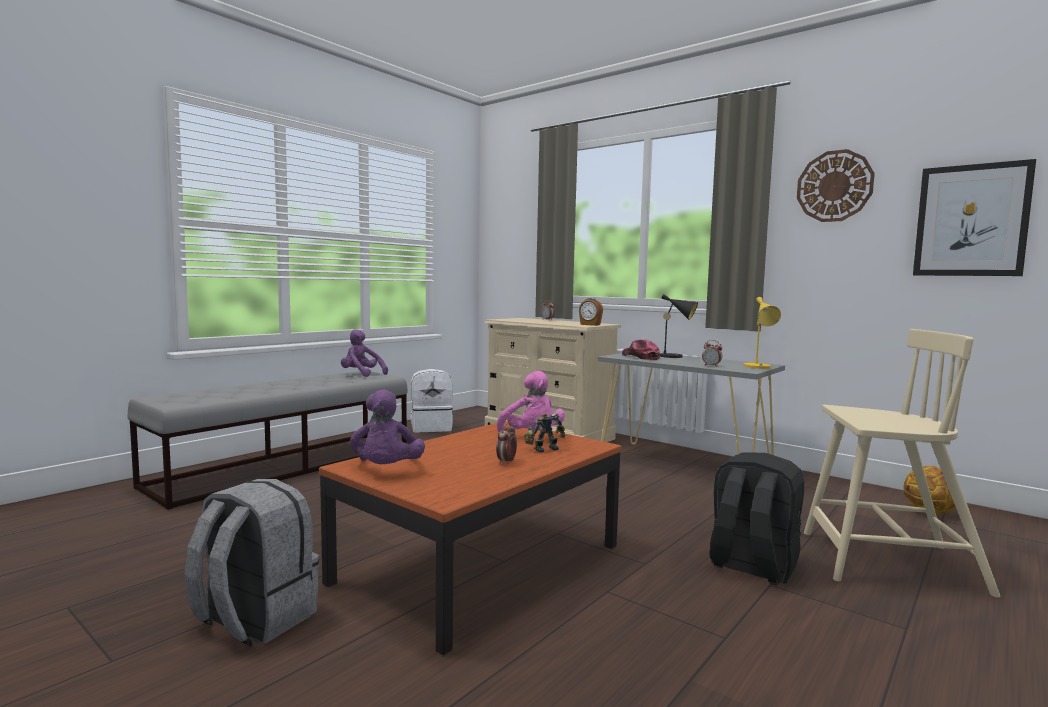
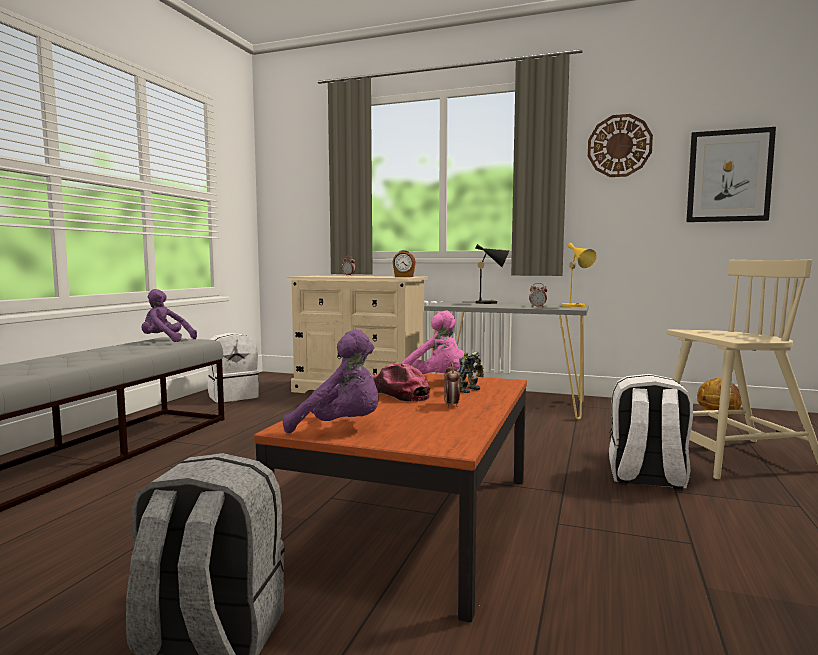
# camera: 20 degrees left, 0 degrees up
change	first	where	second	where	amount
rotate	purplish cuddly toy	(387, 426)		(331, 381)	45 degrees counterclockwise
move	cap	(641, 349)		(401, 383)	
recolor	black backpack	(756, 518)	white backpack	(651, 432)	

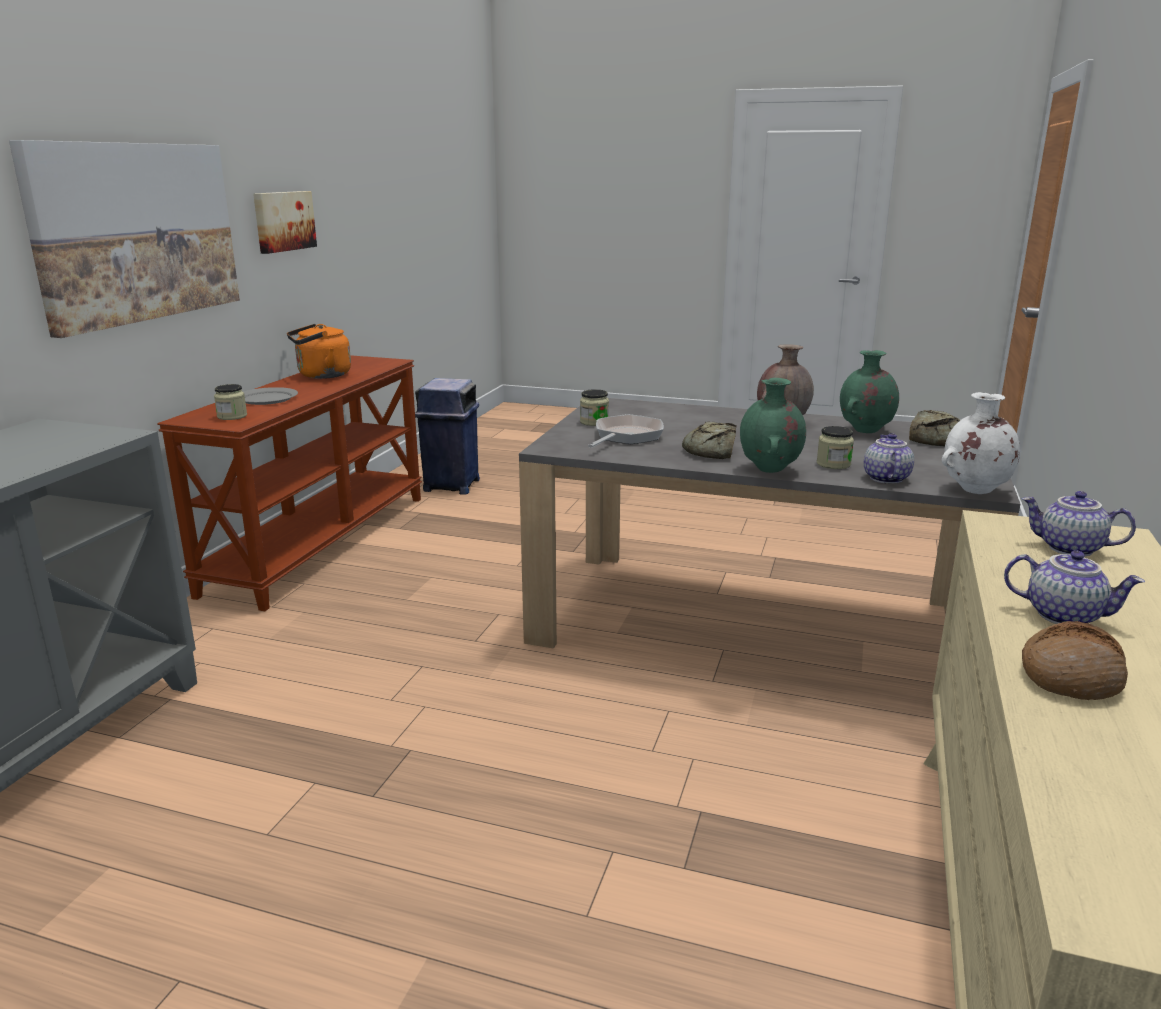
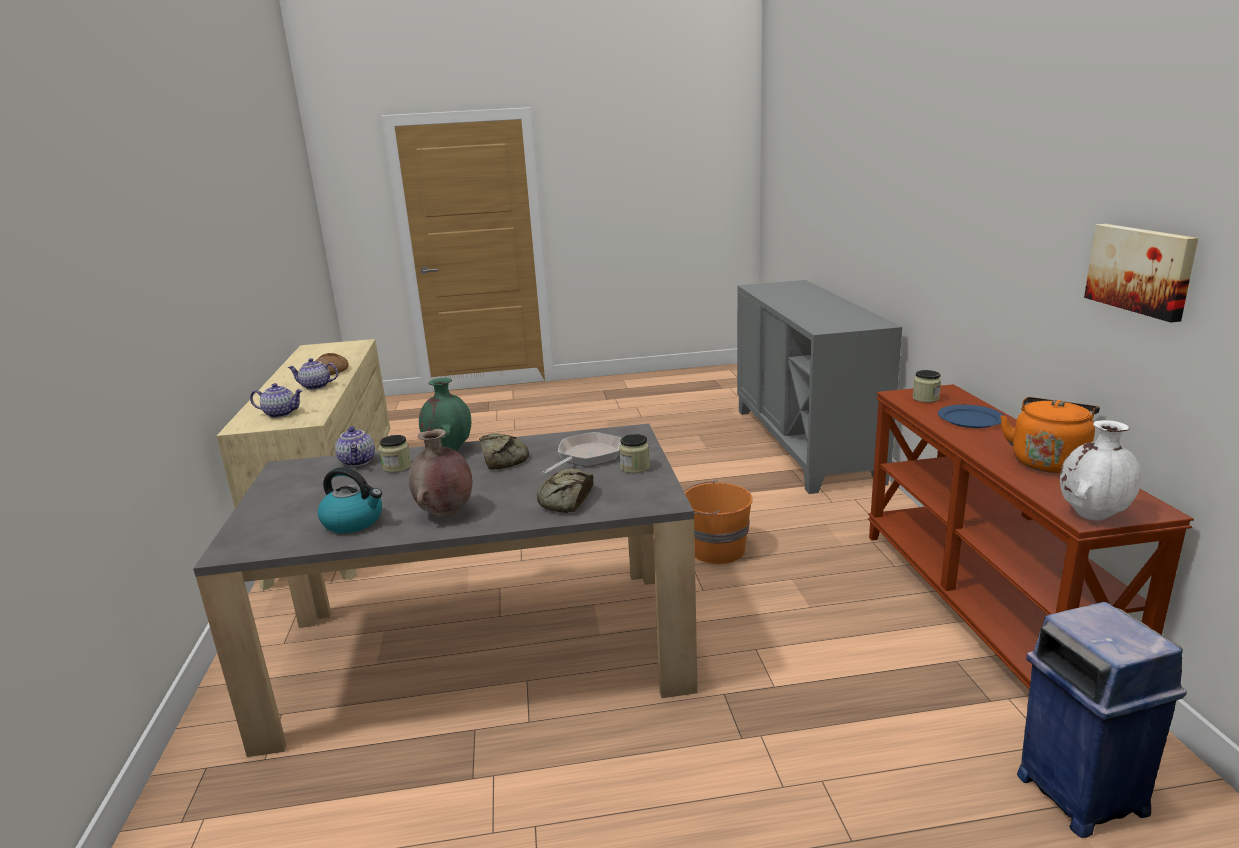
# camera: 155 degrees right, 0 degrees up
change	first	where	second	where	amount
replace	green-coloured flower vase	(869, 391)	kettle	(350, 500)	
move	baked bread	(934, 428)		(565, 490)	
rotate	pan	(626, 431)		(581, 453)	150 degrees counterclockwise
insert			orangey water bucket	(718, 522)	
recolor	greyish plate	(270, 396)	blue-coloured plate	(971, 416)	
move	white flower vase	(981, 443)		(1101, 470)	
delete	wall picture	(124, 239)			

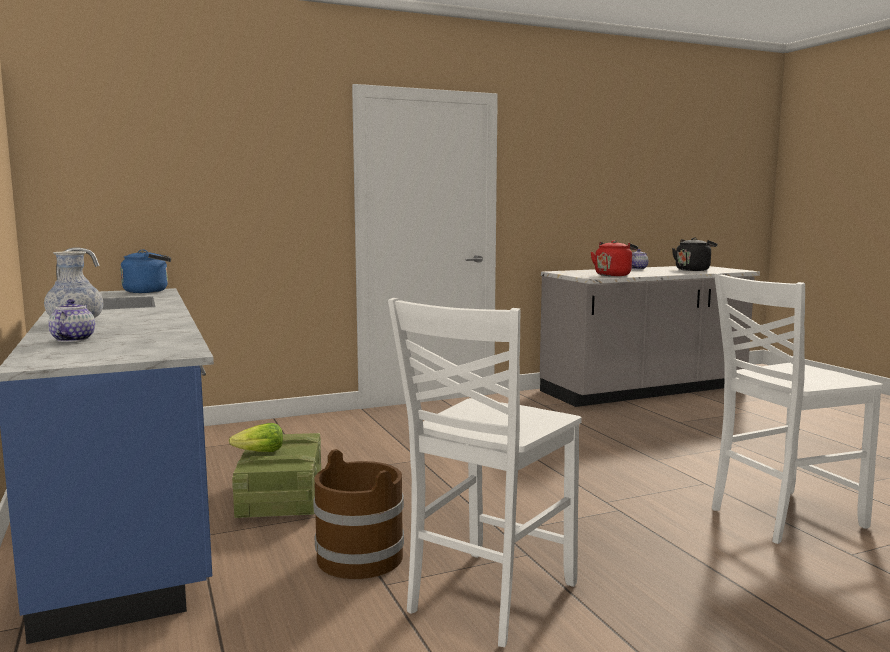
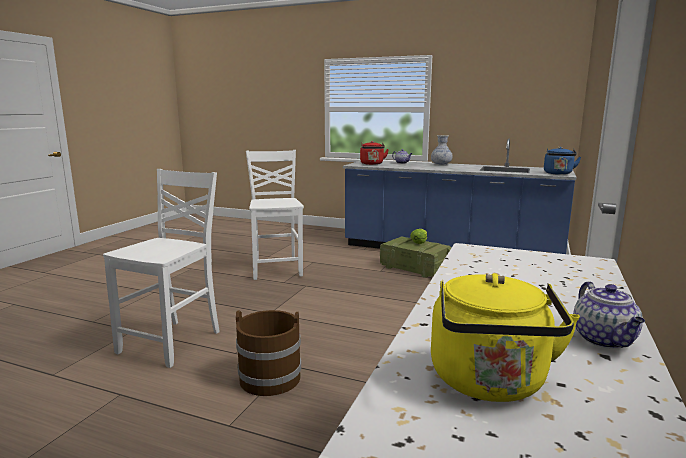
# camera: 135 degrees right, 5 degrees up
change	first	where	second	where	amount
move	brown water bucket	(358, 514)		(268, 353)	
move	red-coloured kettle	(614, 258)		(374, 153)	
recolor	black kettle	(694, 254)	yellow kettle	(505, 337)	

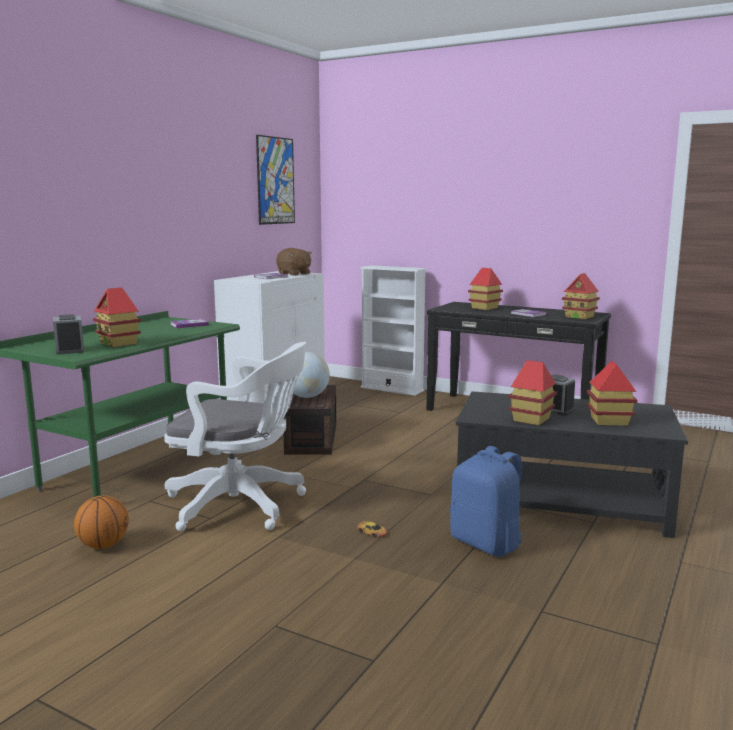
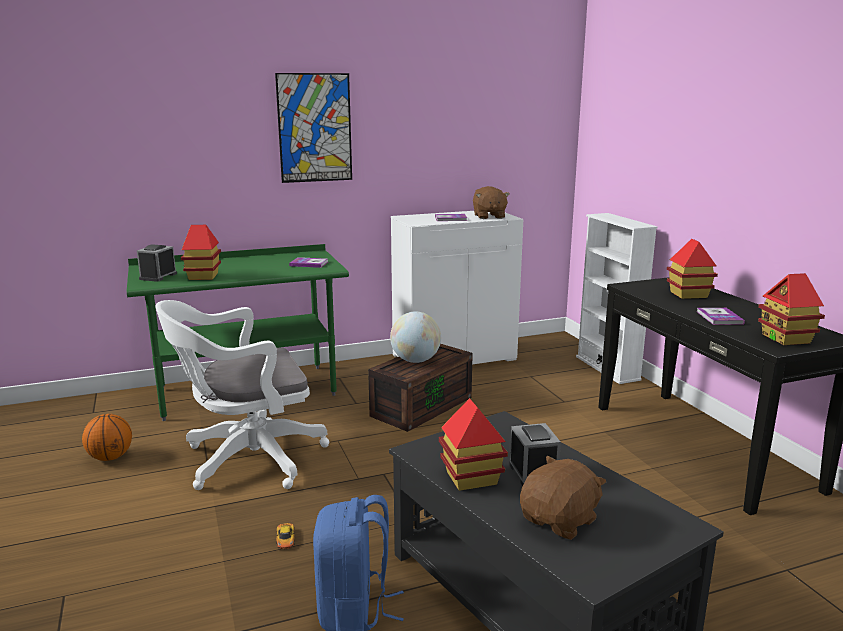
# camera: 40 degrees right, 5 degrees up
change	first	where	second	where	amount
rotate	white office chair	(235, 437)		(242, 395)	105 degrees clockwise
move	wall picture	(275, 180)		(313, 128)	
replace	miniature house	(612, 393)	brown cuddly toy	(563, 497)	

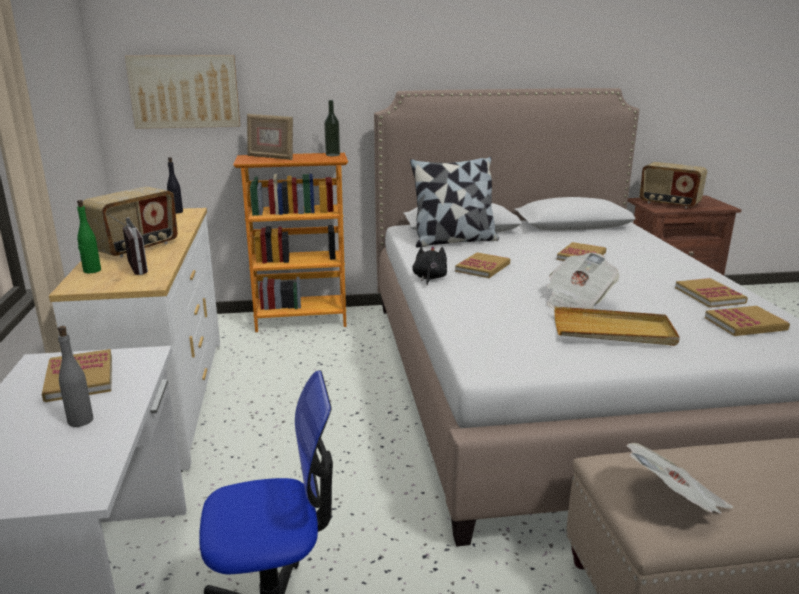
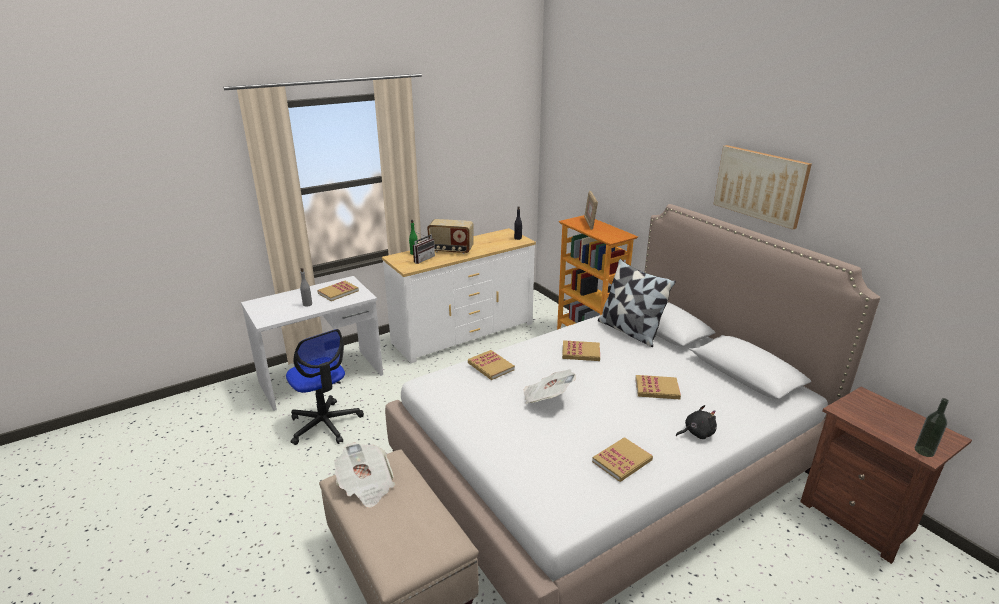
# camera: 65 degrees right, 5 degrees up
change	first	where	second	where	amount
move	bound book	(747, 321)		(491, 365)	
move	black cuddly toy	(429, 265)		(696, 422)	
move	wall picture	(182, 92)		(762, 187)	
move	beverage bottle	(332, 128)		(932, 427)	
delete	beige-coloured tray	(617, 326)			
delete	radio	(673, 185)			

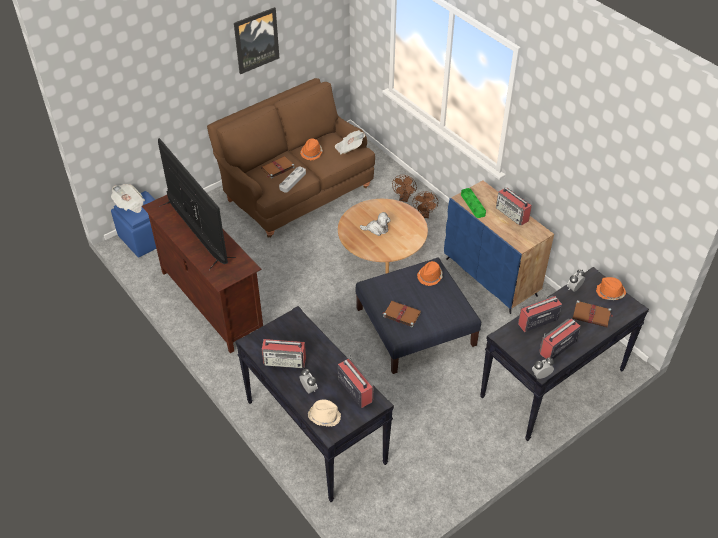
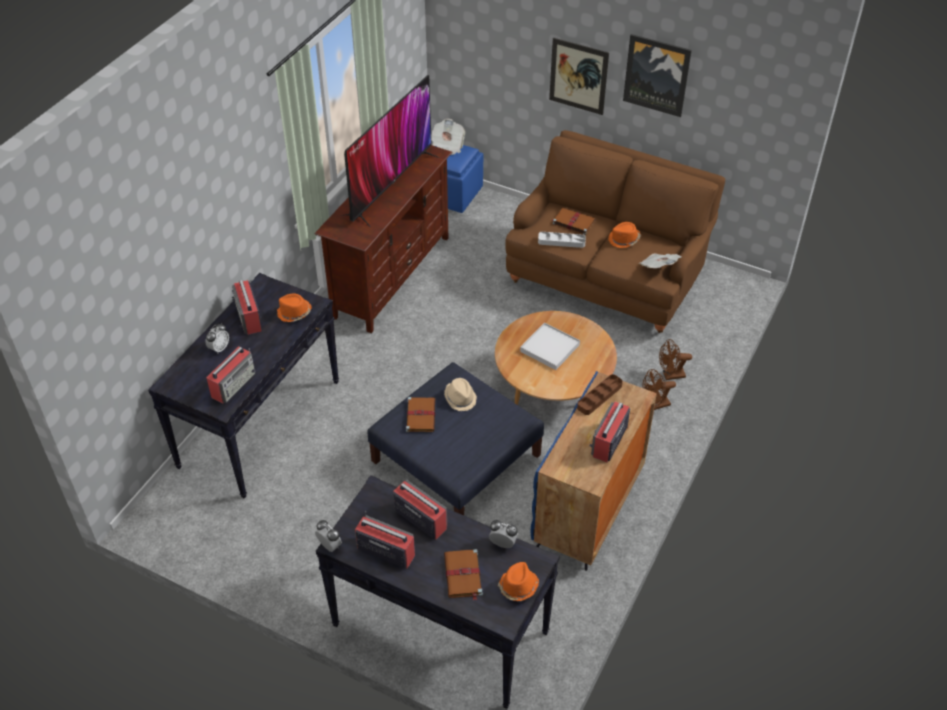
# camera: 65 degrees right, 0 degrees up
change	first	where	second	where	amount
move	orangey wearable hat	(430, 273)		(294, 307)	
move	beige-coloured wearable hat	(324, 412)		(460, 394)	
replace	cuddly toy	(375, 224)	white tray	(550, 346)	
insert			wall picture	(579, 76)	
recolor	green-coloured tray	(473, 203)	brown tray	(600, 394)	

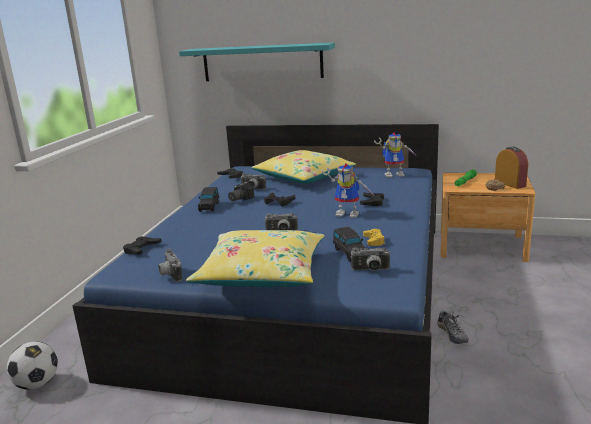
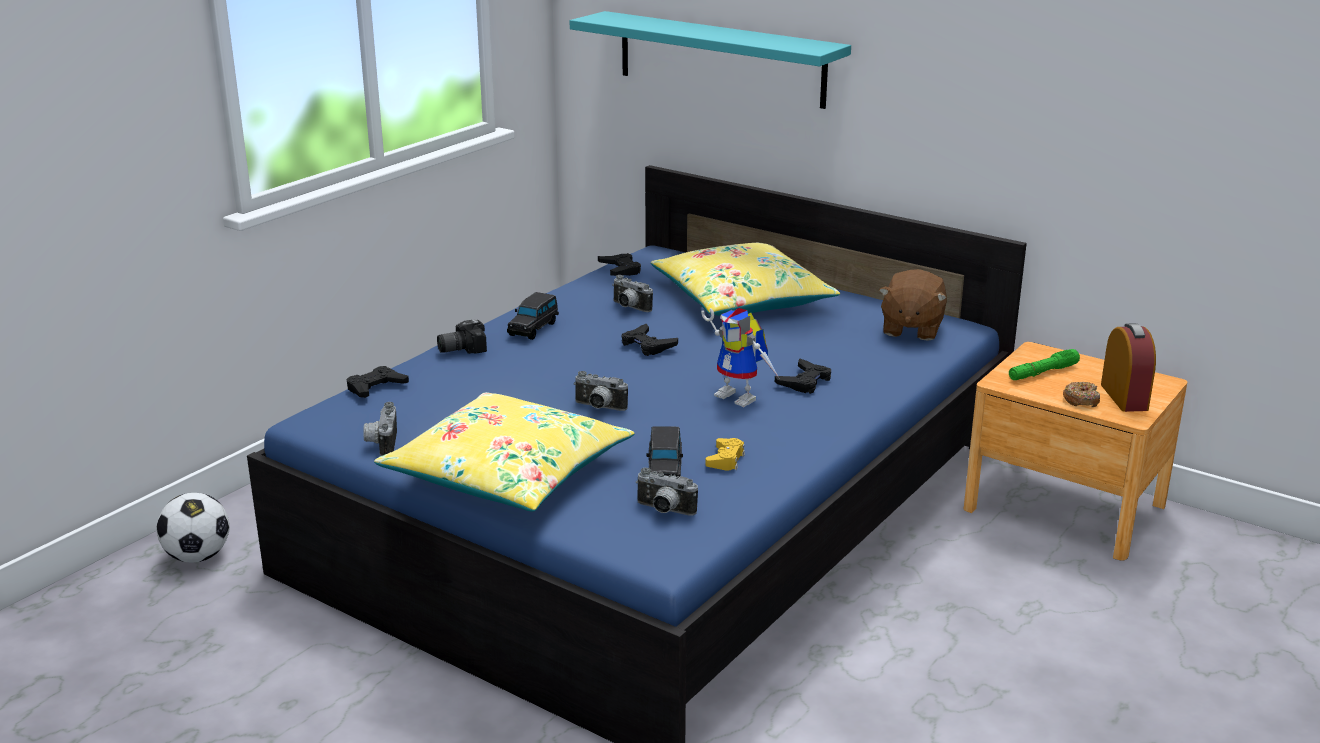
# camera: 20 degrees right, 5 degrees up
change	first	where	second	where	amount
move	photo camera	(241, 191)		(462, 336)	
replace	robot figure	(396, 155)	brown cuddly toy	(913, 305)	
delete	shoe	(453, 326)			

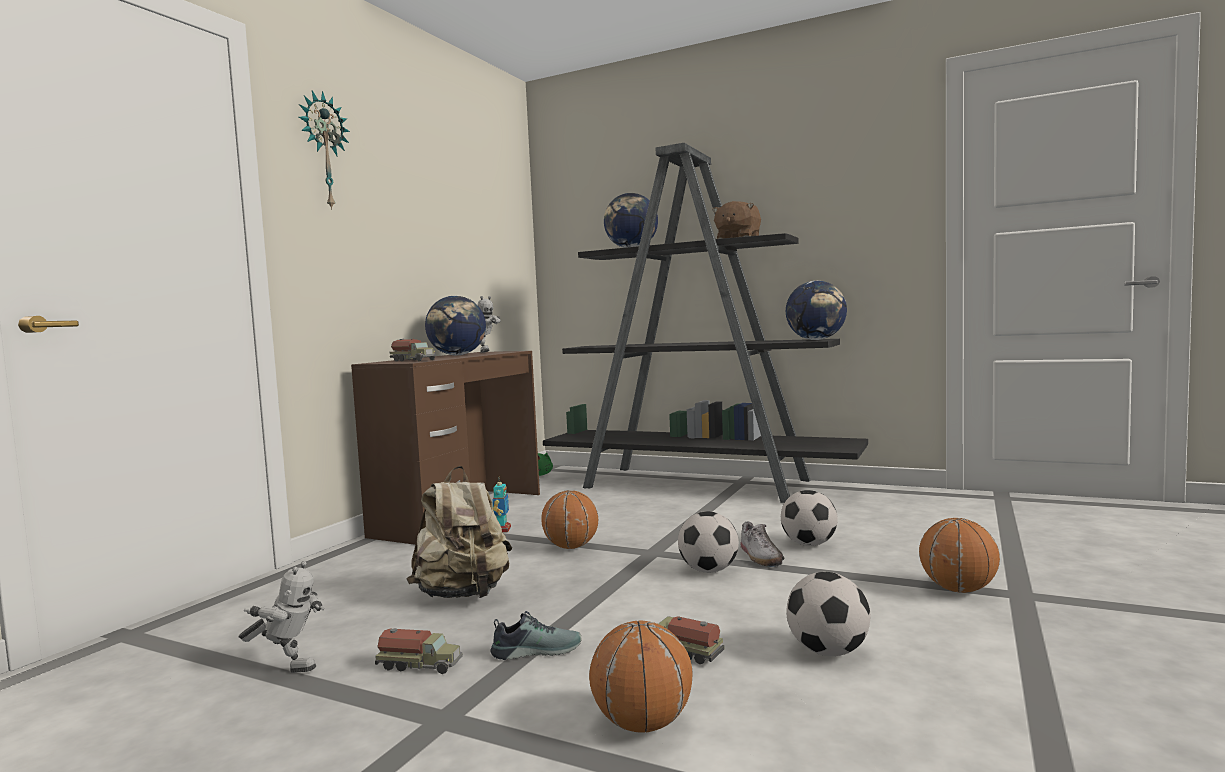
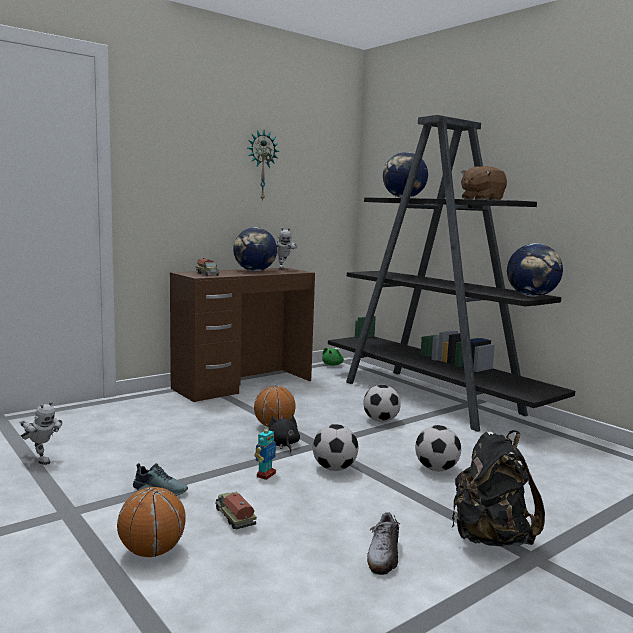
# camera: 25 degrees right, 5 degrees up
change	first	where	second	where	amount
move	wall clock	(324, 150)		(263, 166)	
move	robot figure	(501, 507)		(265, 452)	
insert			black cuddly toy	(284, 433)	
move	football	(828, 614)		(382, 403)	
move	shoe	(762, 544)		(383, 543)	
replace	ball for basketball	(959, 555)	black backpack	(498, 488)	
delete	toy lorry	(419, 651)			
delete	beige-coloured backpack	(459, 532)			

